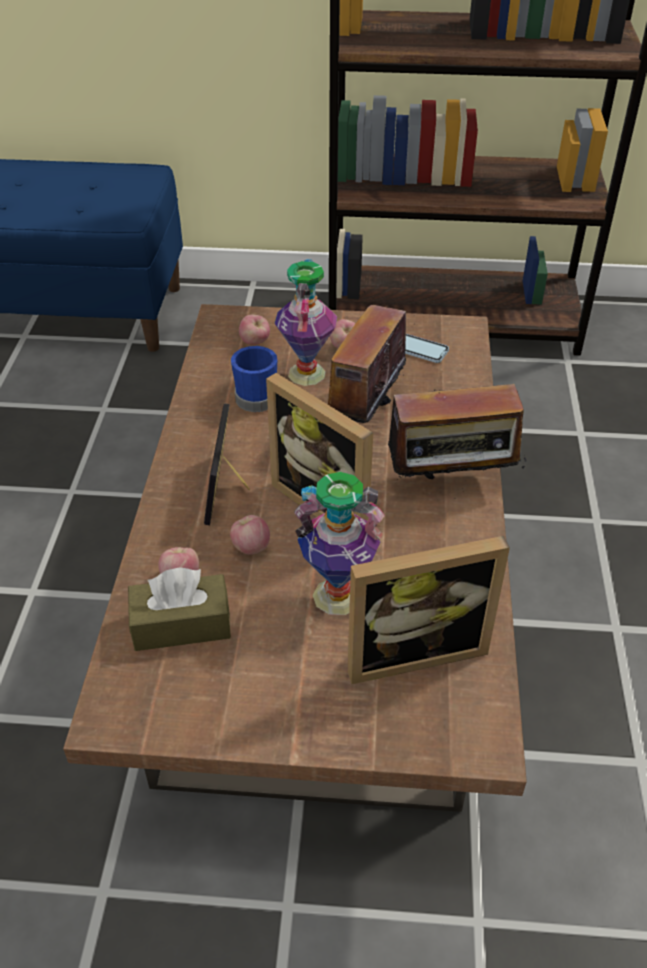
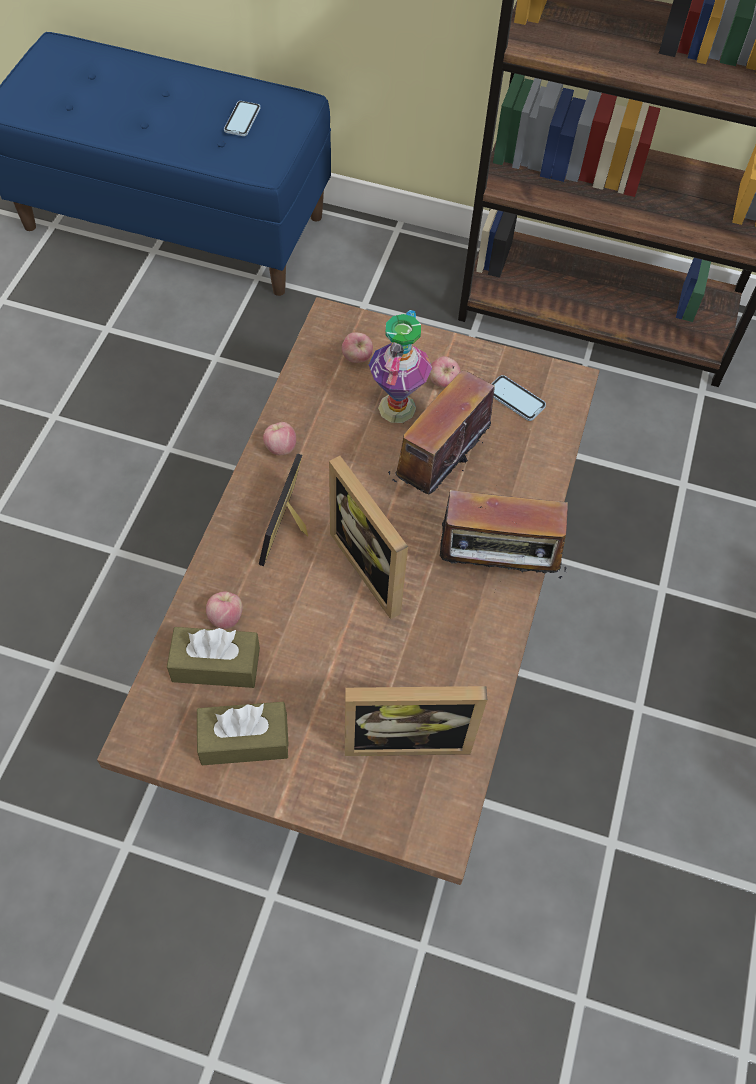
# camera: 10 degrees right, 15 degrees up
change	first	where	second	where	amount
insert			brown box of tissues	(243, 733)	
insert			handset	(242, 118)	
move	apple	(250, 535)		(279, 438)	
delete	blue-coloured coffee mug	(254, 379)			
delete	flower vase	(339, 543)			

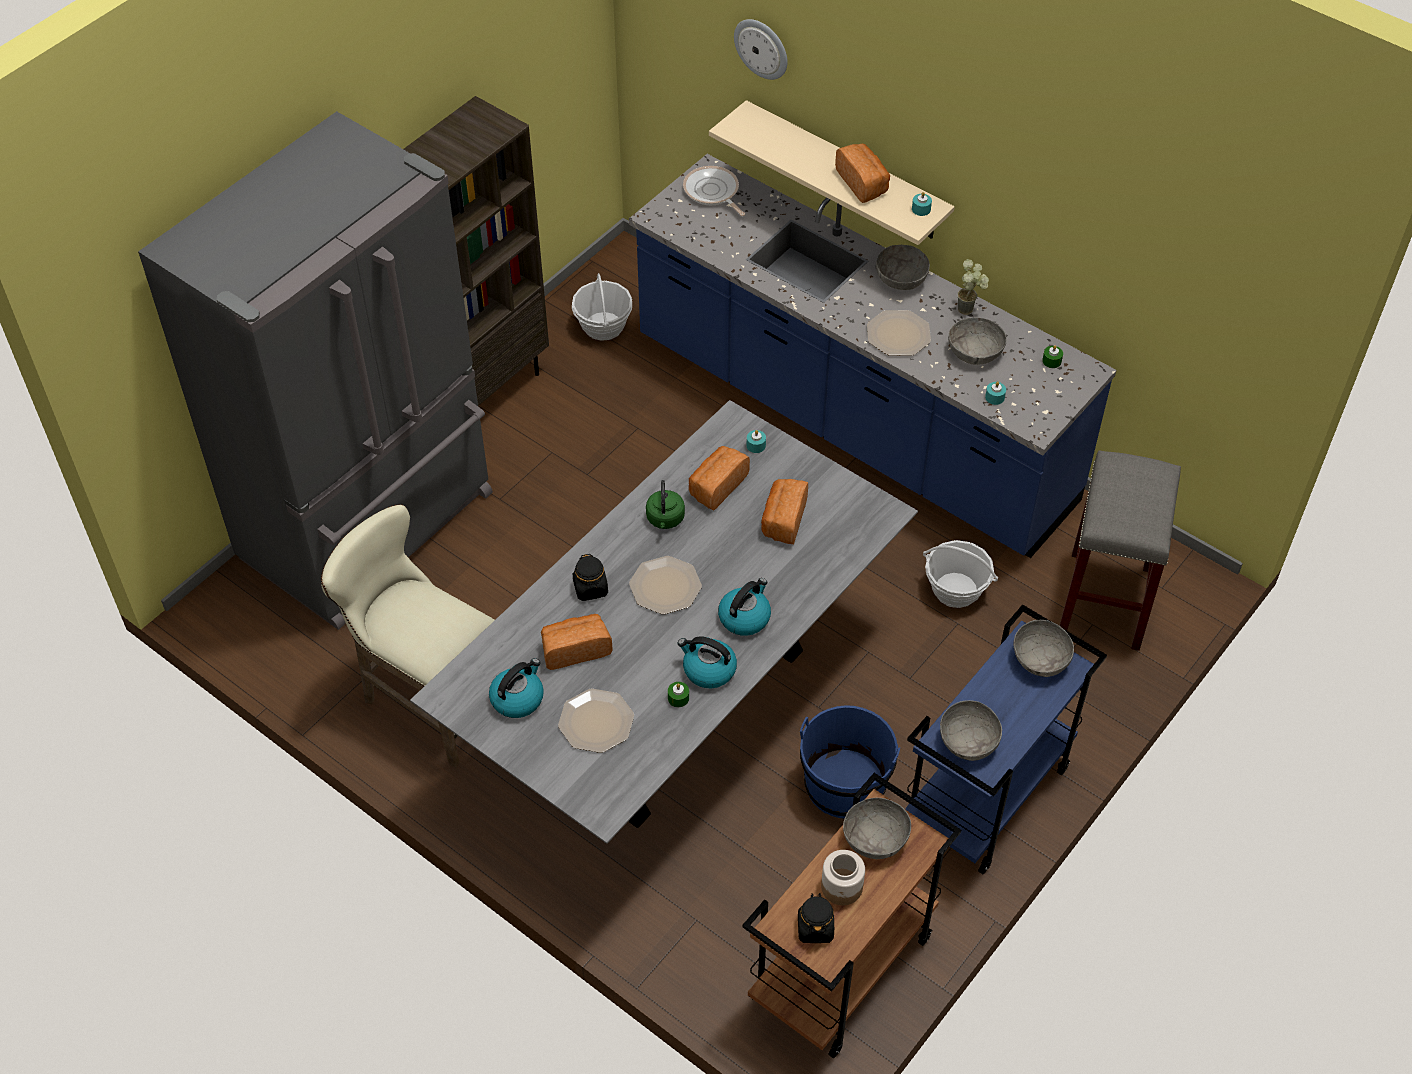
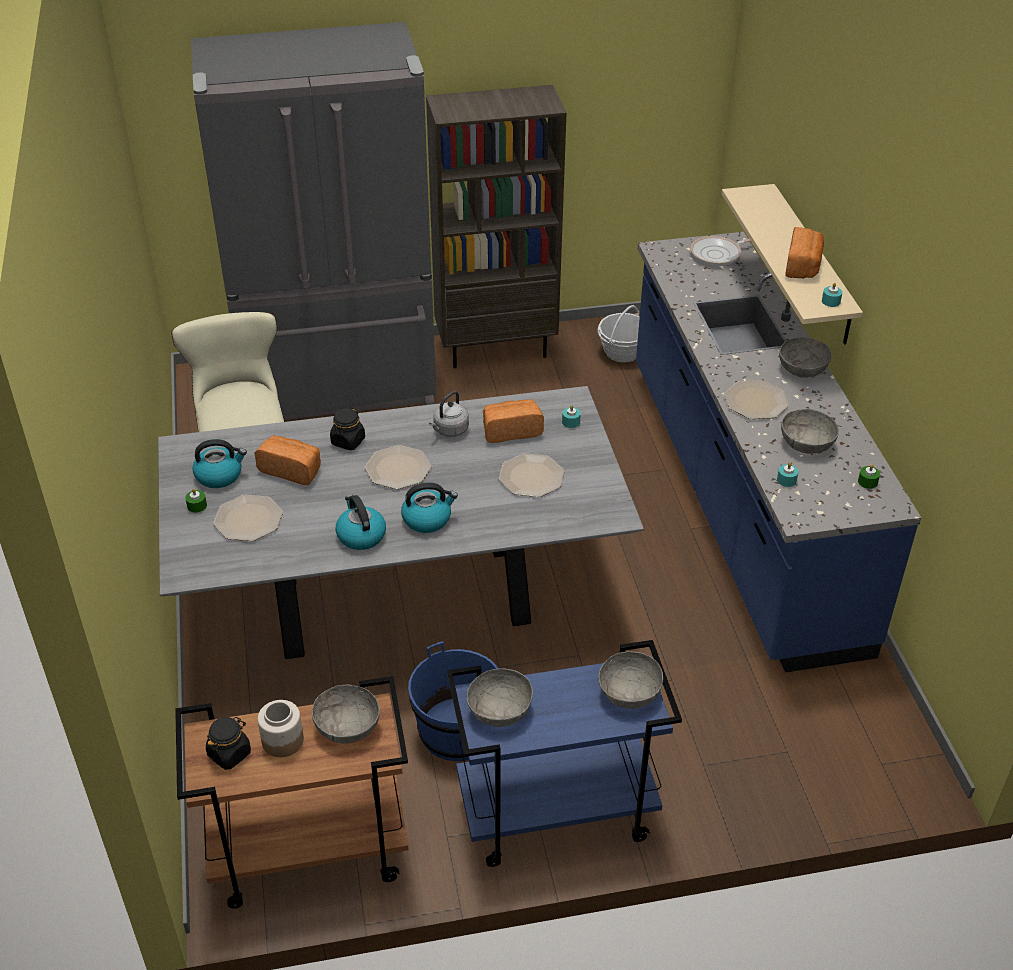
# camera: 40 degrees right, 10 degrees down
change	first	where	second	where	amount
move	green-coloured wax light	(678, 694)		(196, 501)	
recolor	green-coloured kettle	(665, 504)	greyish kettle	(449, 414)	
replace	baked bread	(784, 511)	plate	(531, 475)	
rotate	pan	(714, 191)		(720, 251)	120 degrees counterclockwise
delete	wall clock	(761, 49)			
delete	household basket	(960, 574)			
delete	plant in a pot	(973, 287)			
delete	greyish stool seat	(1120, 551)			

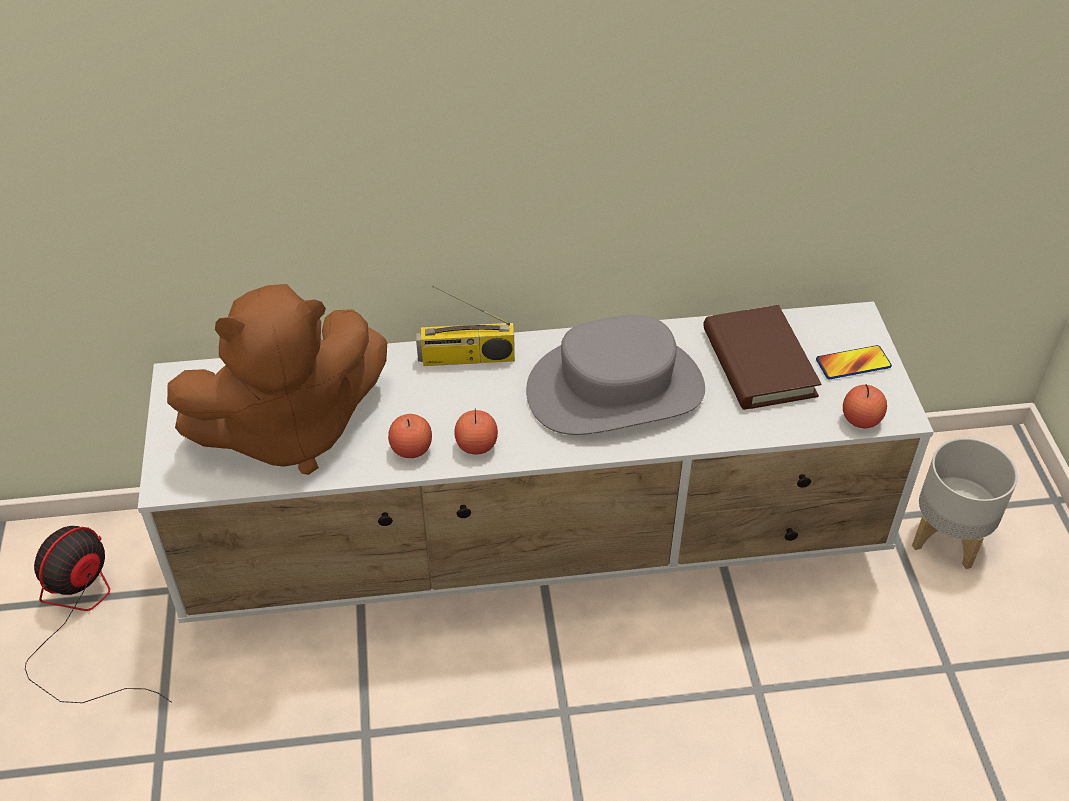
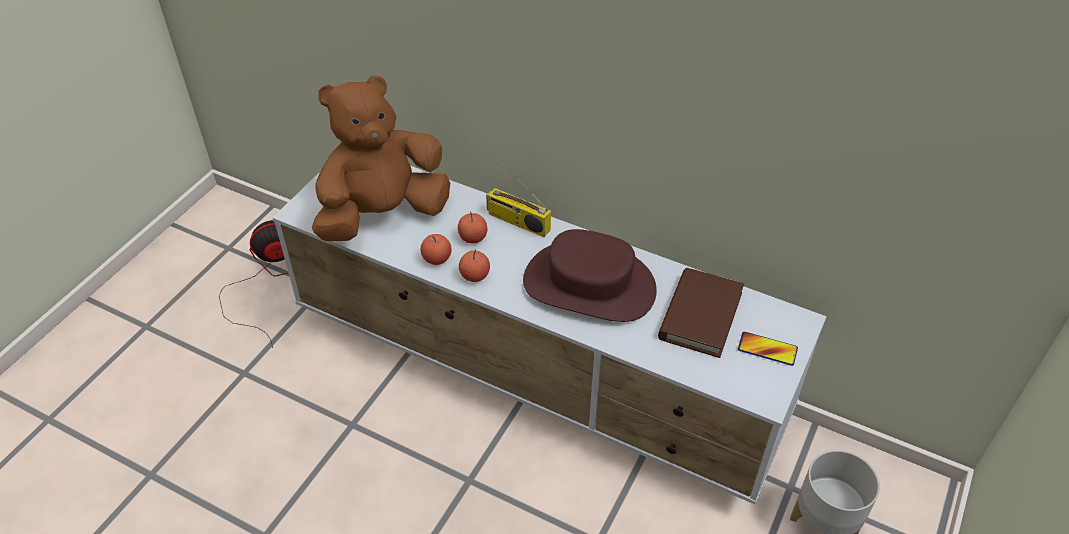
# camera: 35 degrees right, 0 degrees up
change	first	where	second	where	amount
rotate	brown cuddly toy	(277, 379)		(381, 158)	135 degrees clockwise
move	apple	(865, 406)		(472, 227)	
recolor	greyish wearable hat	(615, 375)	brown wearable hat	(590, 275)	

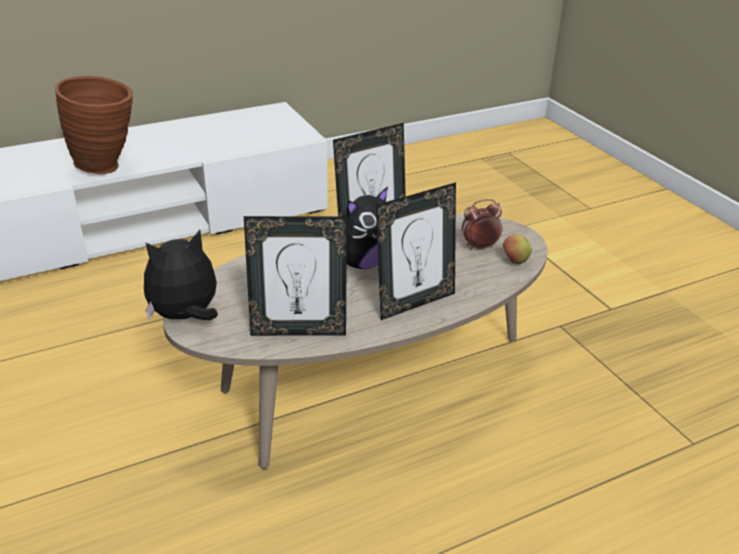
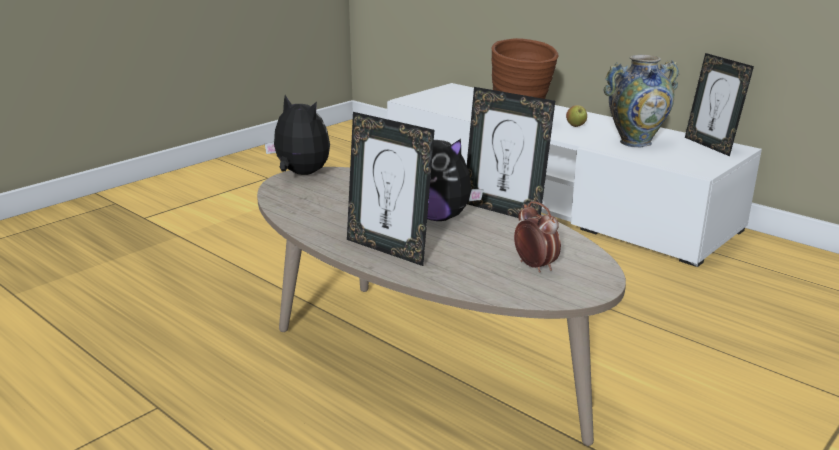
# camera: 70 degrees right, 10 degrees down
change	first	where	second	where	amount
move	apple	(517, 249)		(576, 116)	
insert			flower vase	(641, 101)	
move	standing frame	(295, 276)		(719, 104)	

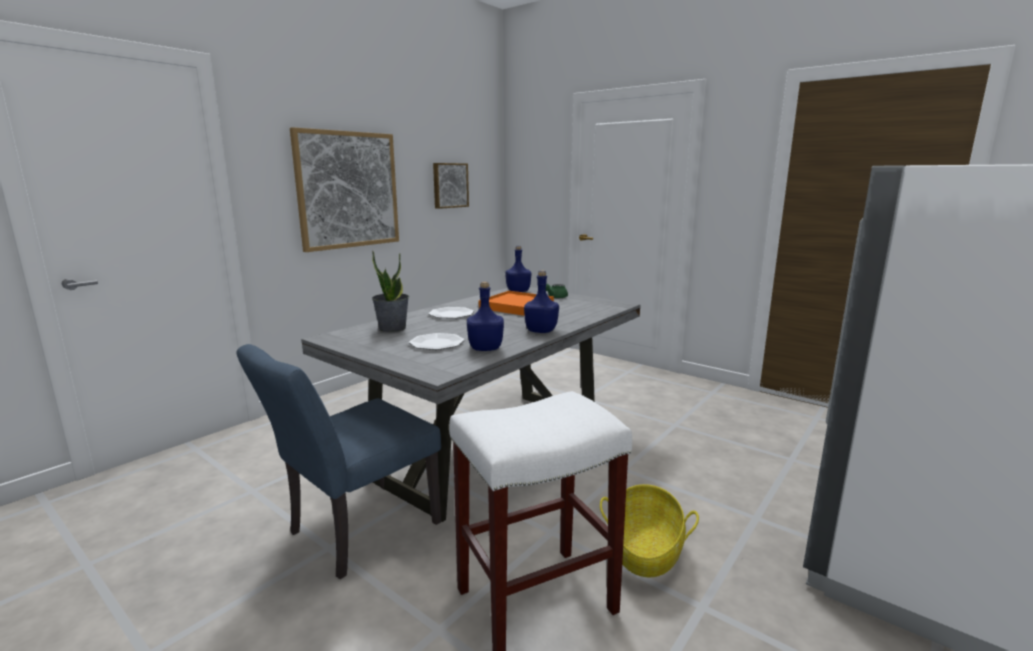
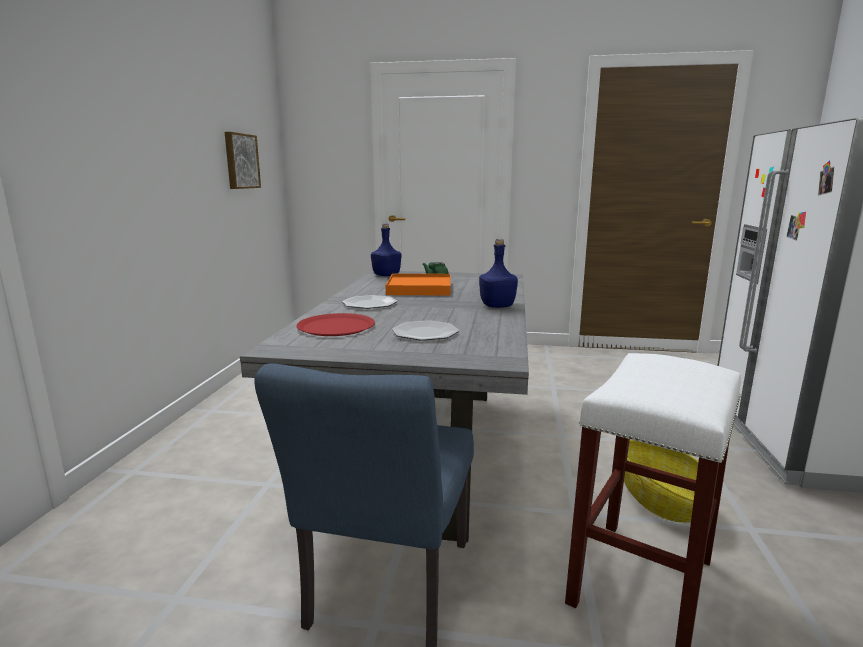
# camera: 30 degrees left, 0 degrees up
change	first	where	second	where	amount
replace	plant in a pot	(390, 291)	red-coloured plate	(335, 324)	
delete	wall picture	(344, 189)			
delete	blue-coloured beverage bottle	(485, 316)			

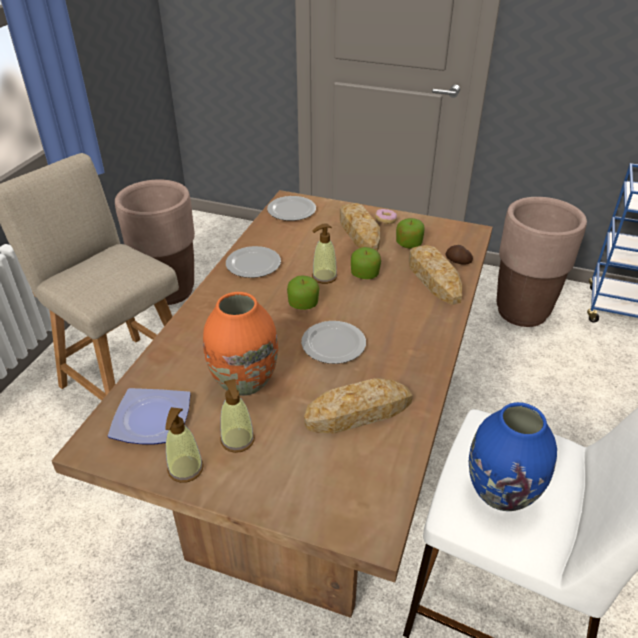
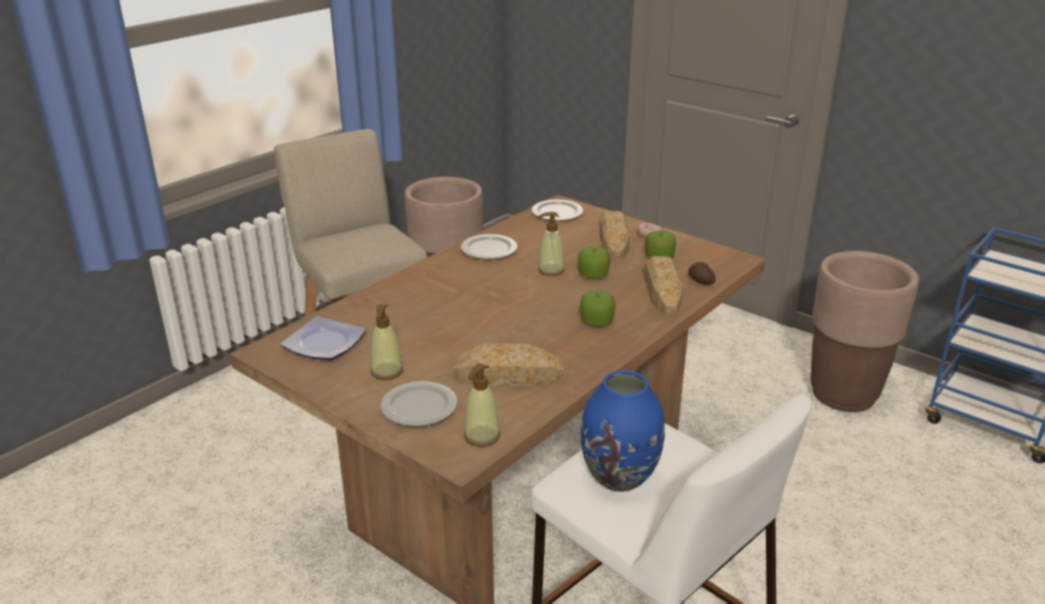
# camera: 20 degrees right, 10 degrees down
change	first	where	second	where	amount
move	plate	(333, 342)		(419, 404)	
move	liquid soap bottle	(184, 445)		(482, 405)	
move	apple	(303, 292)		(598, 308)	
delete	orangey flower vase	(240, 344)			

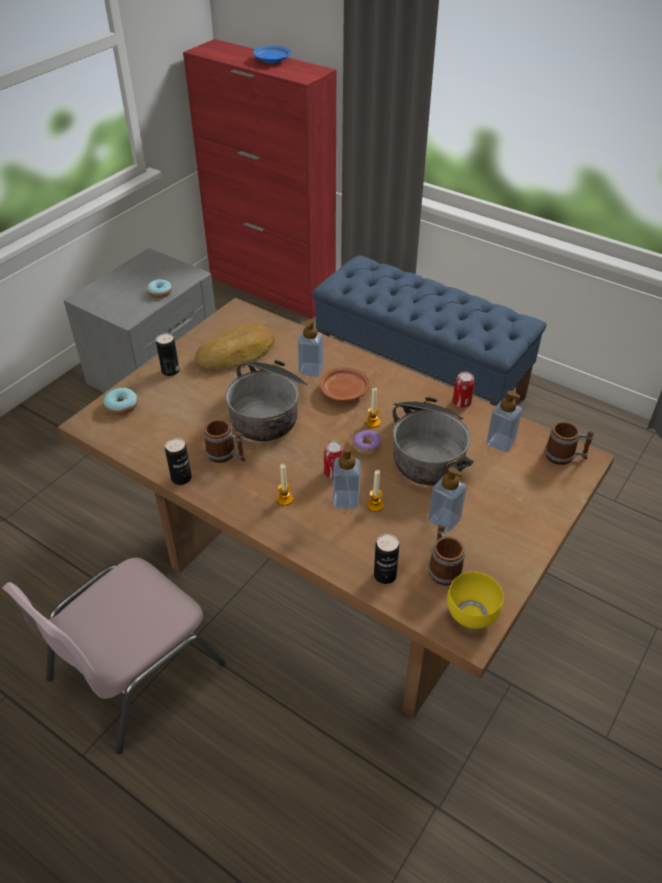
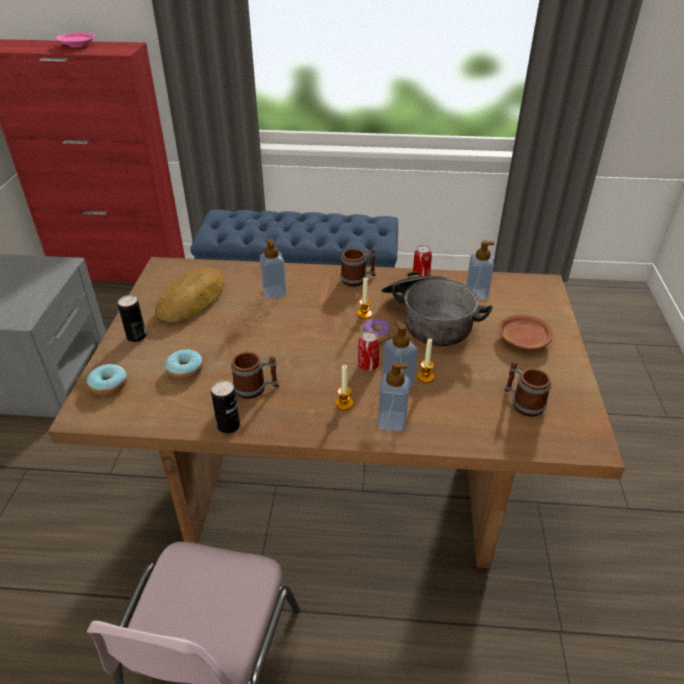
# camera: 30 degrees left, 5 degrees down
change	first	where	second	where	amount
recolor	blue-coloured plate	(272, 55)	pink-coloured plate	(75, 39)	
move	donut	(159, 288)		(184, 364)	
move	coffee mug	(569, 443)		(358, 267)	
move	liquid soap bottle	(447, 499)		(394, 396)	
move	brown plate	(345, 384)		(526, 332)	
delete	stockpot	(266, 400)			
delete	can	(386, 559)			
delete	yellow deep dish	(475, 600)			

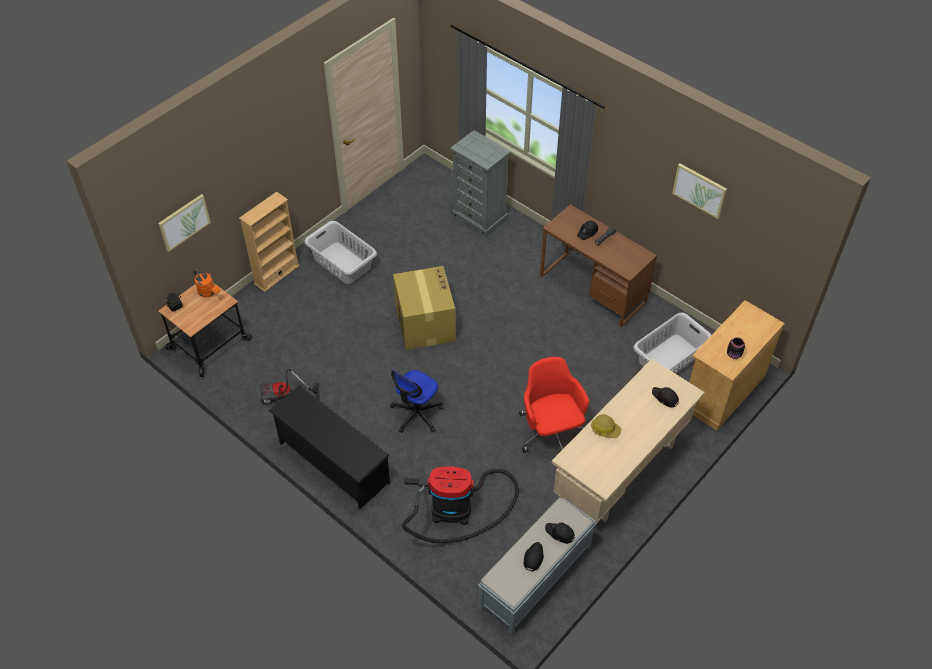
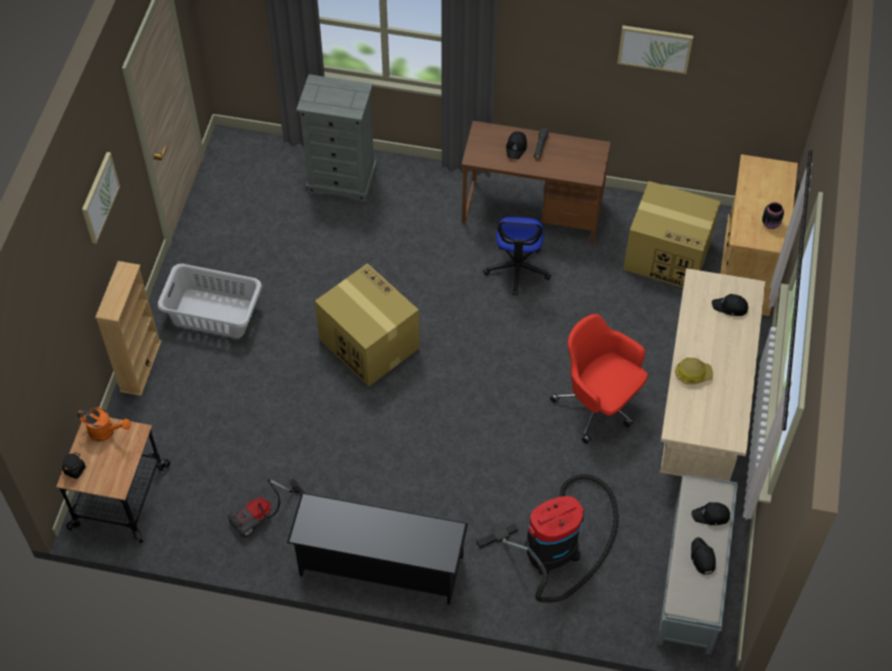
# camera: 30 degrees left, 5 degrees up
change	first	where	second	where	amount
move	wall picture	(184, 223)		(101, 198)	
move	office chair	(416, 401)		(517, 256)	
replace	greyish laundry basket	(672, 343)	cardboard box	(672, 234)	

